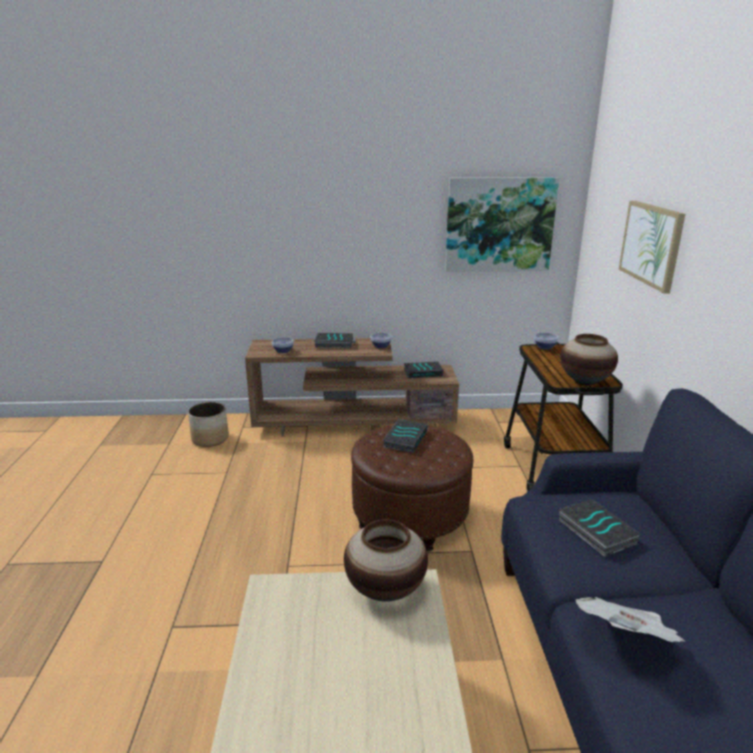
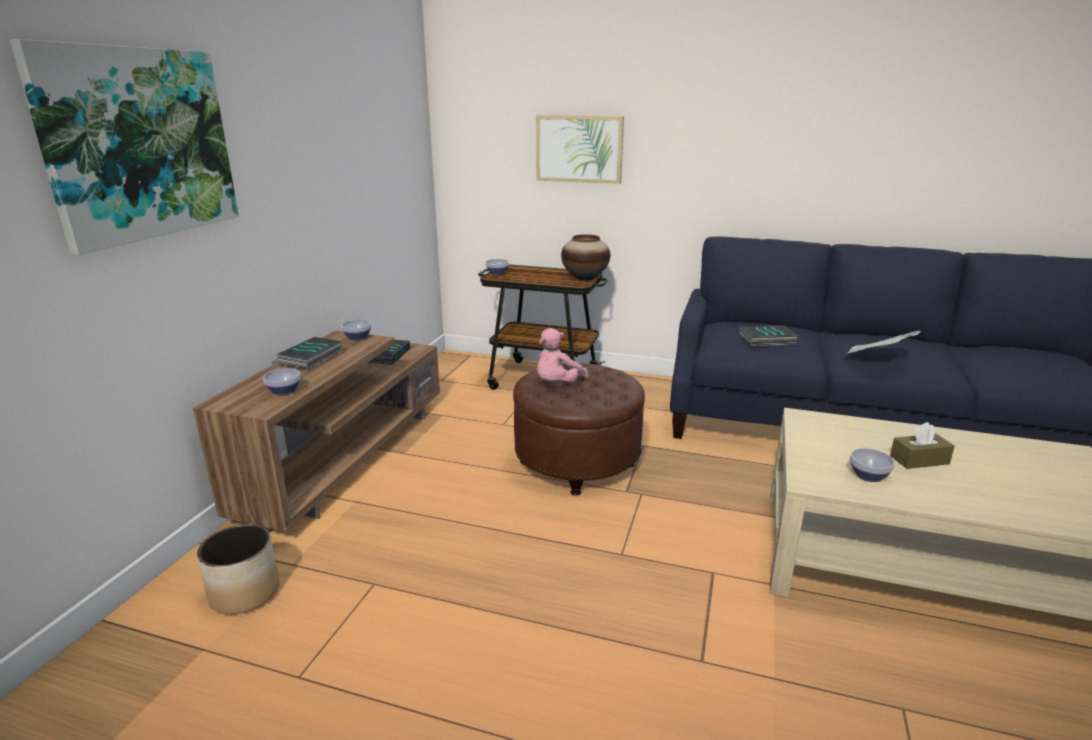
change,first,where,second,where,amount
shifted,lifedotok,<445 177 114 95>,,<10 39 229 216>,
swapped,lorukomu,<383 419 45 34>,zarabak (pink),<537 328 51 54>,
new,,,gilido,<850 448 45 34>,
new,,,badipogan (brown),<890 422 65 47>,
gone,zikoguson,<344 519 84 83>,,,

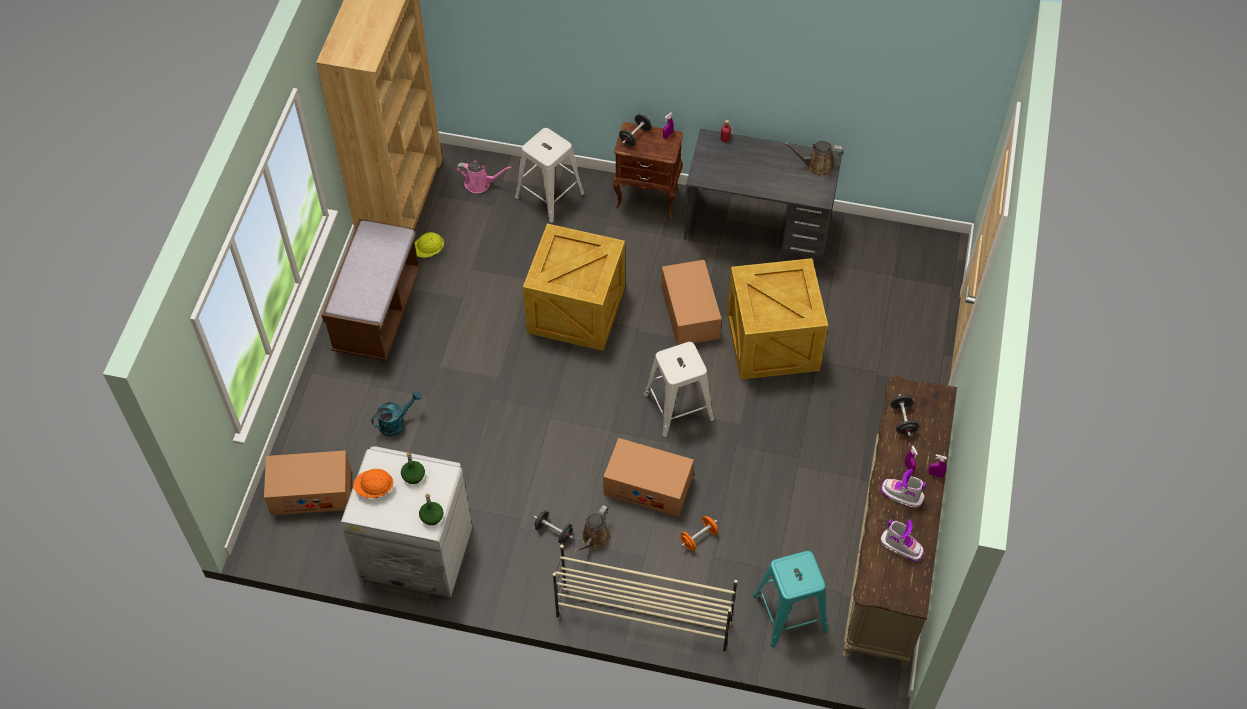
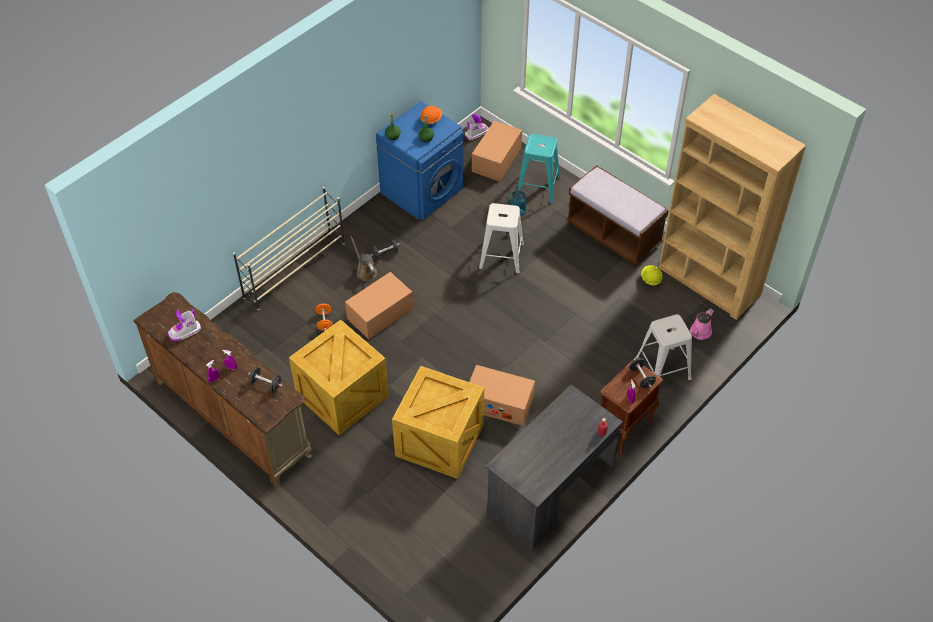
change,first,where,second,where,amount
shifted,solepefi,<523 224 102 127>,,<289 320 100 115>,
repainted,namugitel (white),<340 446 132 151>,namugitel (blue),<376 101 87 119>,
shifted,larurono,<881 469 45 39>,,<465 114 24 26>,
shifted,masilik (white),<643 342 71 96>,,<479 203 45 71>,
shifted,masilik (turquoise),<753 551 75 96>,,<518 134 42 70>,
gone,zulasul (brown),<784 141 60 35>,,,

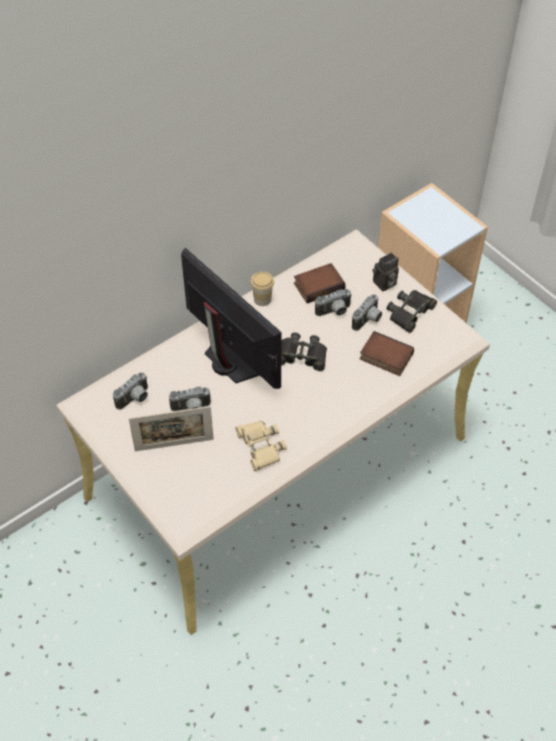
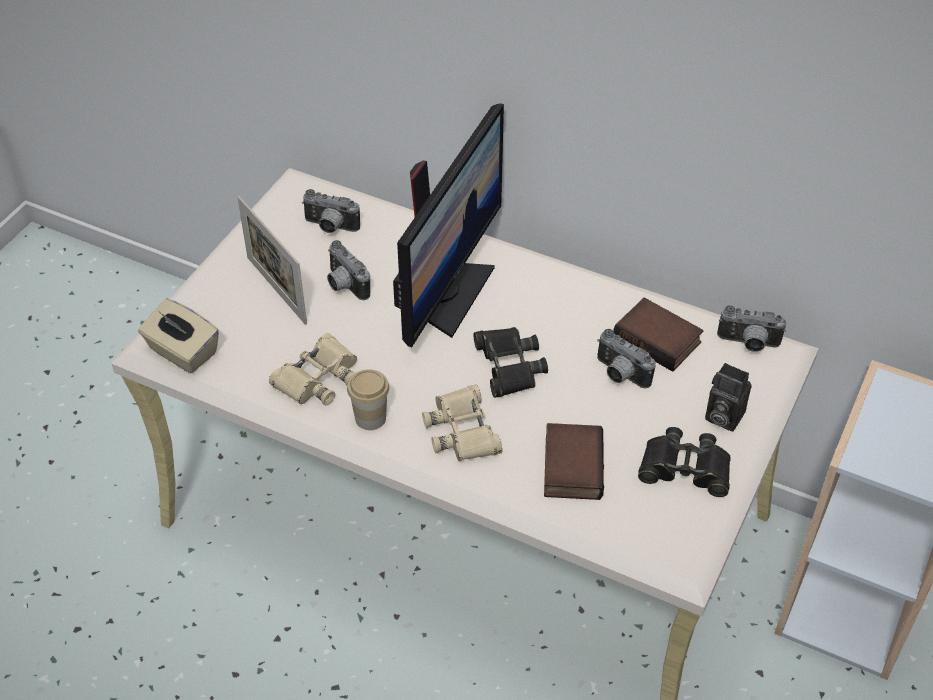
change,first,where,second,where,amount
new,,,badipogan (beige),<138 299 81 74>,
shifted,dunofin,<250 272 24 34>,,<347 369 42 61>,
new,,,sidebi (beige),<422 384 80 77>,
shifted,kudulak,<352 295 30 36>,,<717 305 69 47>,

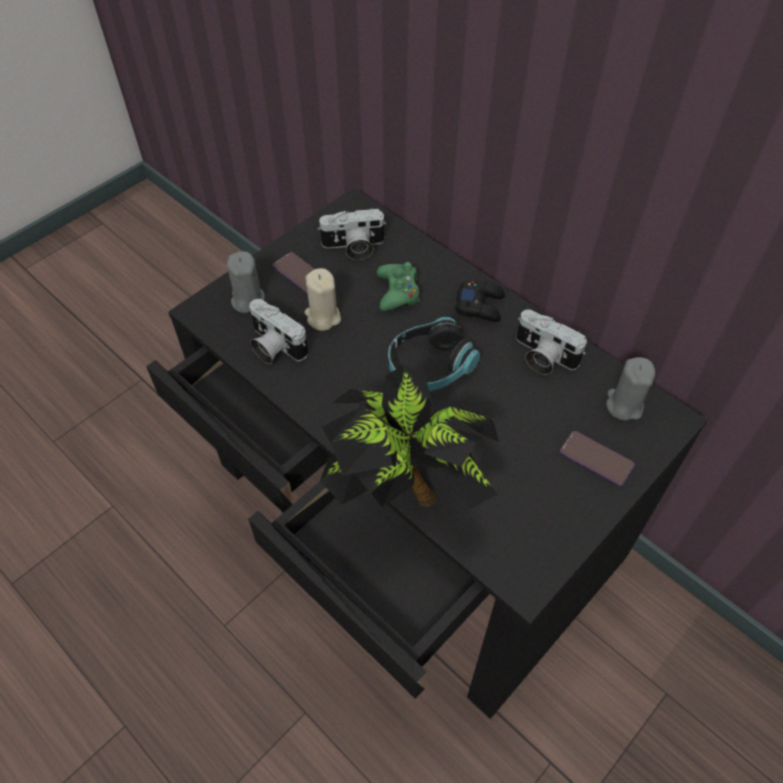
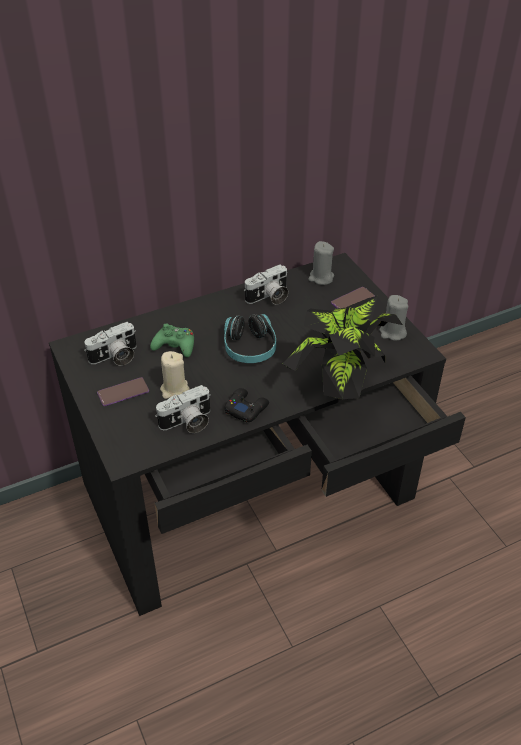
change,first,where,second,where,amount
rotated,kudulak,<317 208 69 52>,,<84 322 53 44>,45 degrees clockwise
shifted,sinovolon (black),<454 281 51 41>,,<224 388 45 35>,
shifted,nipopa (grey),<226 251 39 62>,,<380 295 28 46>,

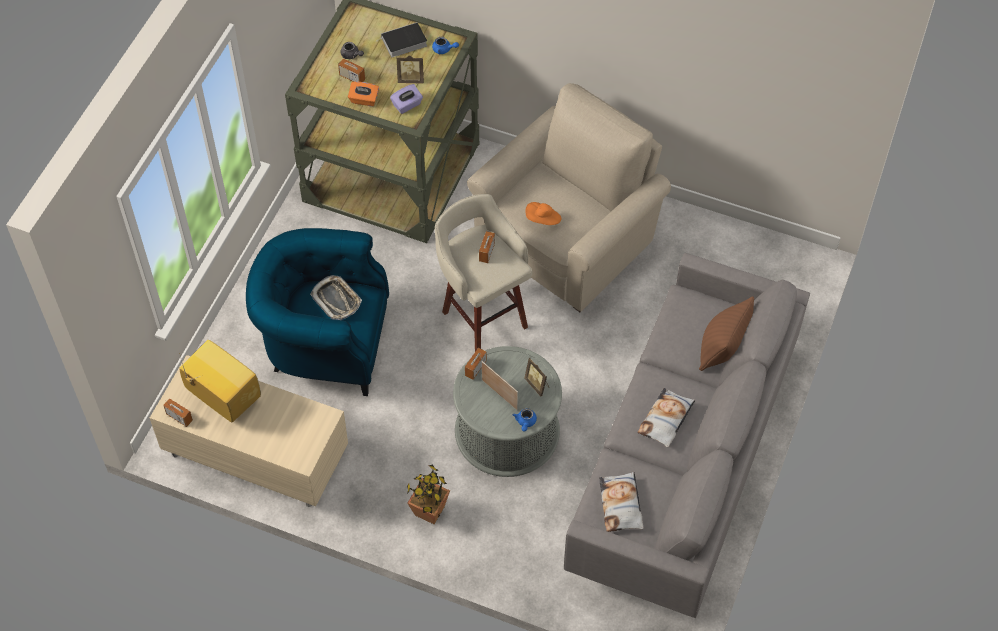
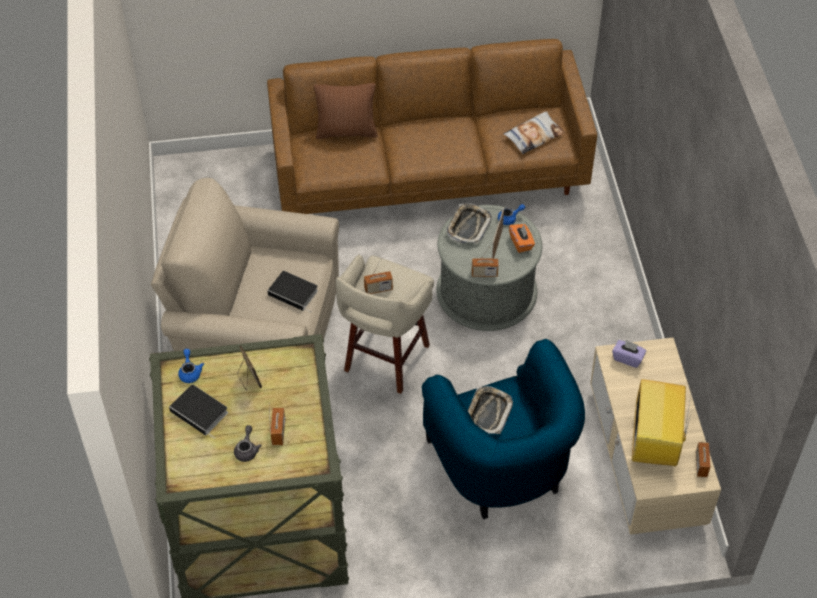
change,first,where,second,where,amount
repainted,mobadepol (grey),<564 253 246 365>,mobadepol (brown),<267 39 330 175>,
swapped,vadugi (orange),<526 202 36 23>,lorukomu,<267 271 51 41>,
swapped,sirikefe,<525 358 24 38>,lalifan,<447 203 45 40>,
shifted,badipogan (orange),<348 81 31 25>,,<509 224 26 29>,
shifted,badipogan (purple),<390 84 33 30>,,<612 340 34 28>,
gone,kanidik,<407 464 43 60>,,,
gone,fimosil,<637 388 58 59>,,,

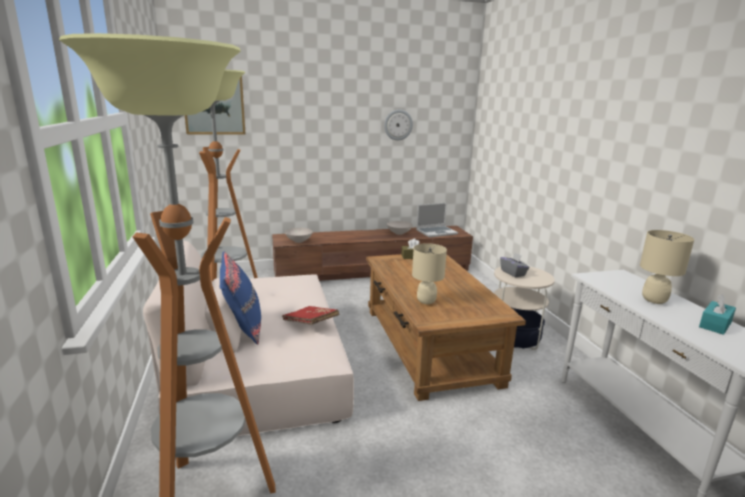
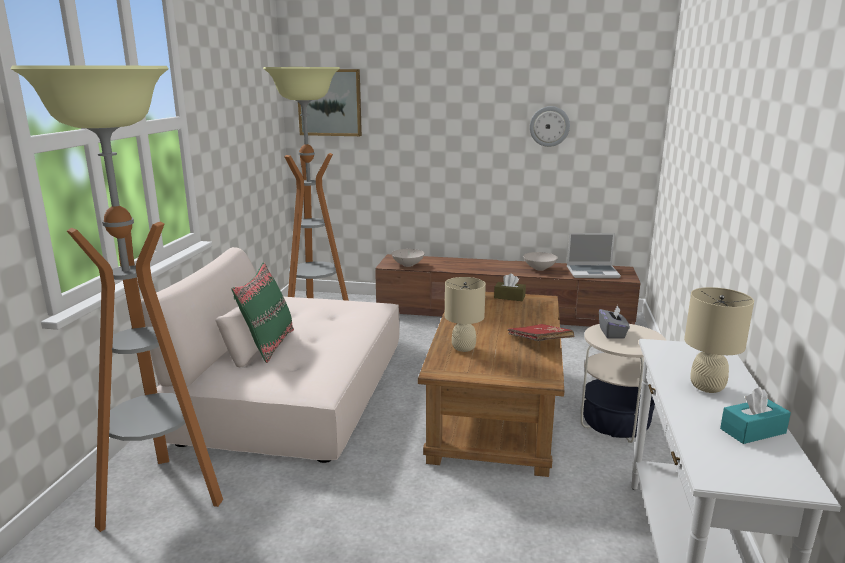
change,first,where,second,where,amount
repainted,fimosil (blue),<220 251 41 94>,fimosil (green),<231 262 63 101>,
shifted,lorukomu (red),<282 306 57 19>,,<508 324 66 17>,

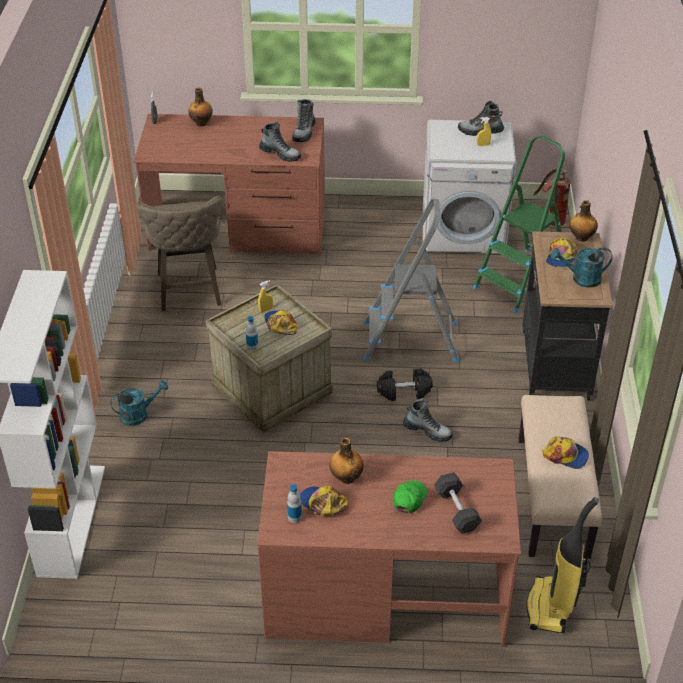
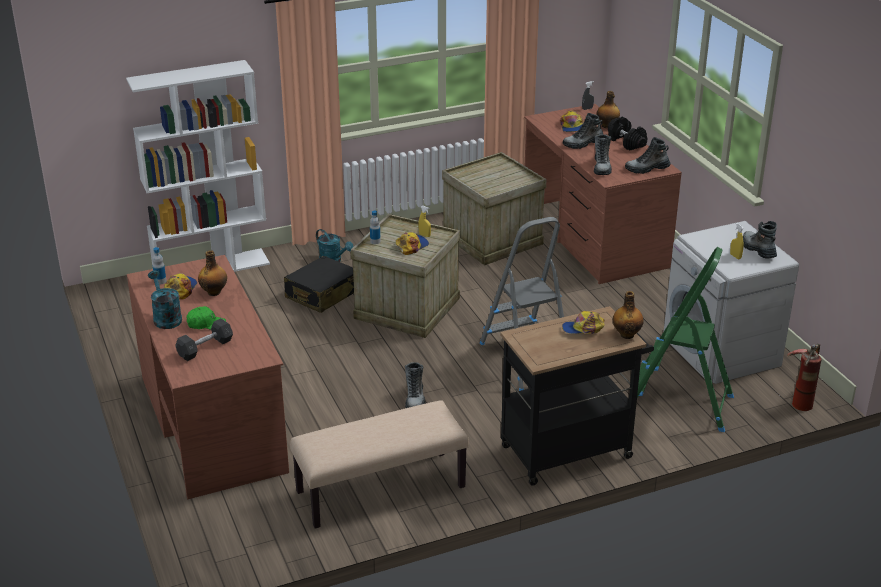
change,first,where,second,where,amount
shifted,zulasul (turquoise),<551 248 62 40>,,<148 270 34 59>,
new,,,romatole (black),<284 256 70 57>,
swapped,masilik (beige),<136 196 88 116>,solepefi,<442 152 105 113>,
shifted,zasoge,<543 436 46 33>,,<560 111 24 21>,
new,,,larurono,<563 113 41 36>,
shifted,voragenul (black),<377 368 56 33>,,<608 117 39 33>,
gone,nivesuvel,<527 497 72 136>,,,

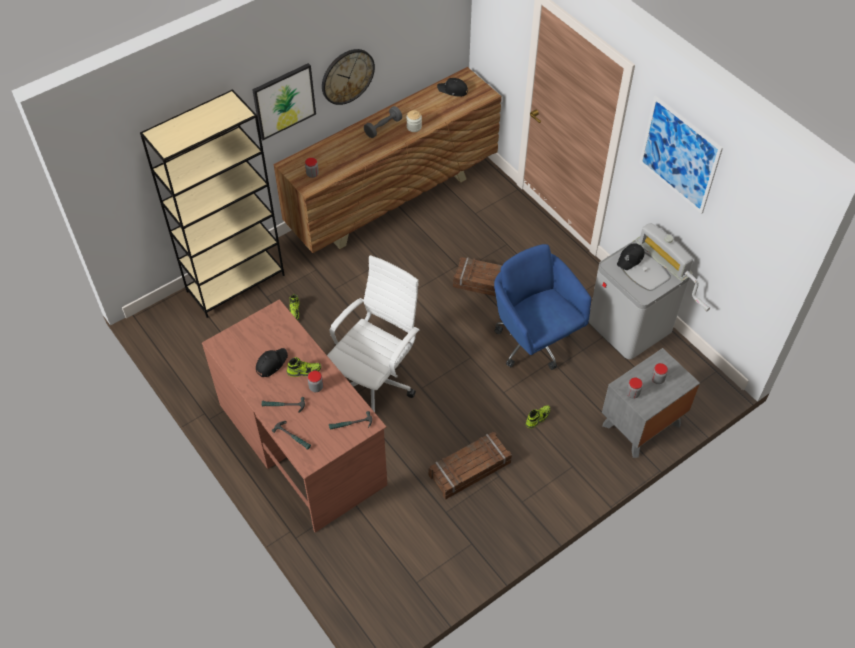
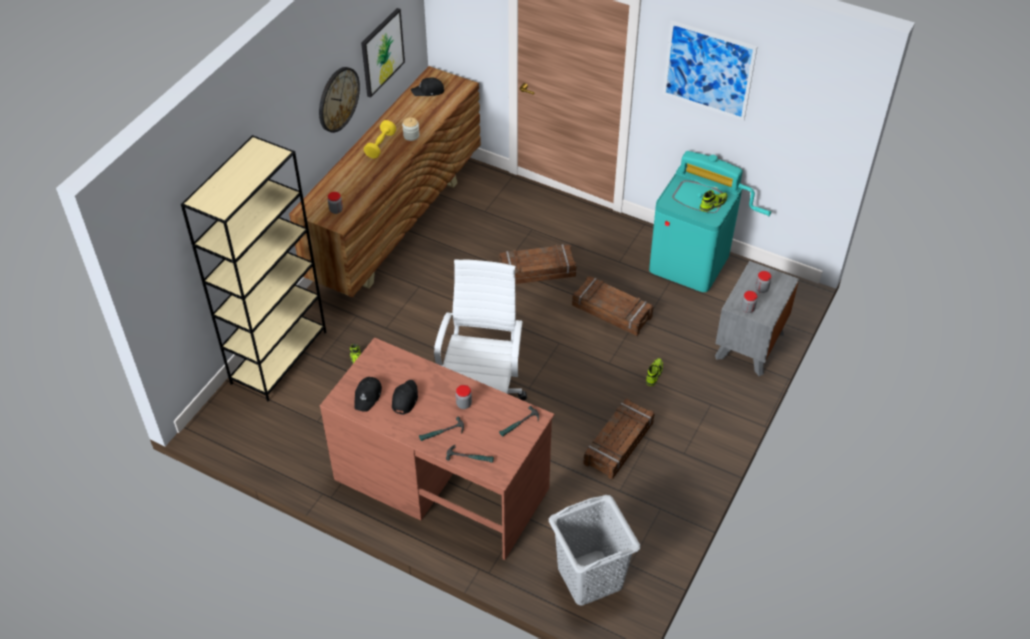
change,first,where,second,where,amount
shifted,zasoge (black),<617 243 28 27>,,<354 377 28 35>,
shifted,lifedotok,<252 63 64 77>,,<361 8 44 90>,
repainted,voragenul (grey),<364 106 38 32>,voragenul (yellow),<364 120 32 39>,
new,,,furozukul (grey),<549 495 91 110>,
swapped,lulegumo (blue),<494 244 97 126>,solepefi,<572 276 81 60>,
repainted,namugitel (grey),<589 223 121 136>,namugitel (turquoise),<649 151 122 141>,
shifted,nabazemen,<287 357 34 20>,,<700 190 28 22>,

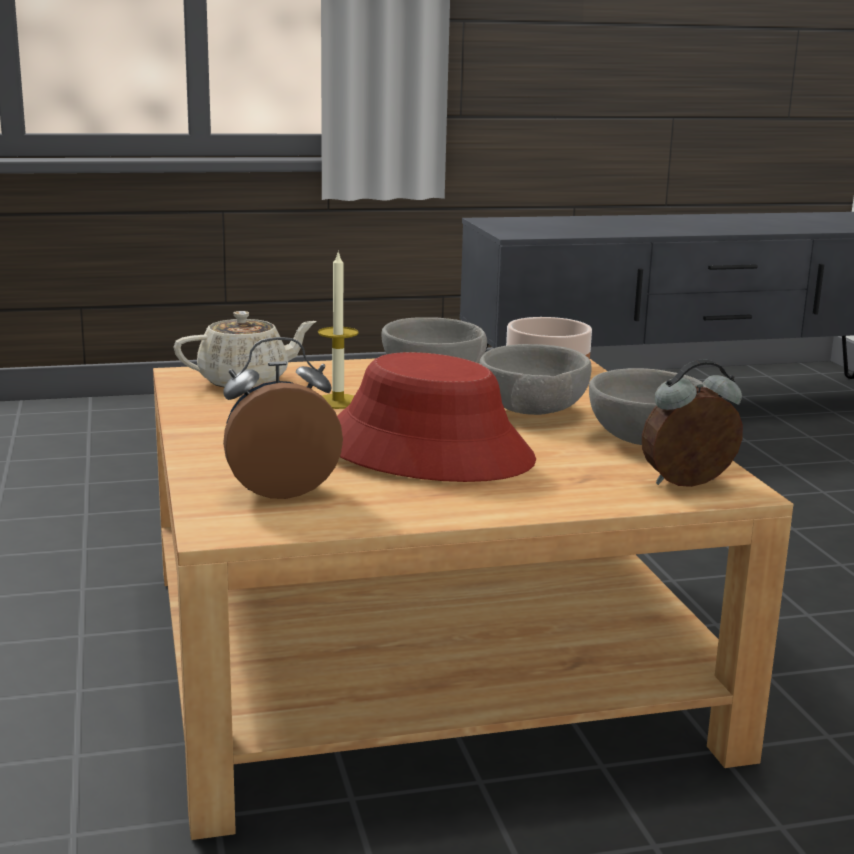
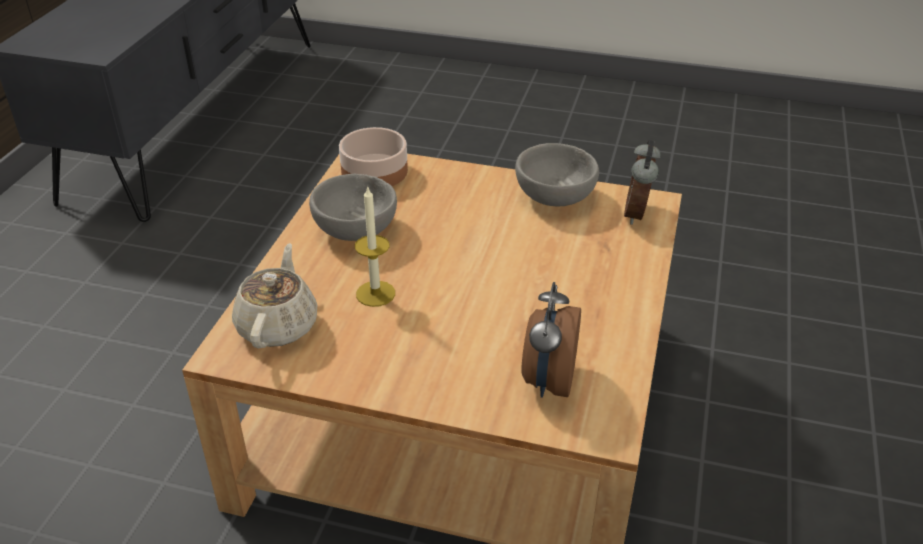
change,first,where,second,where,amount
gone,vadugi (red),<337 352 199 130>,,,
gone,gilido (grey),<479 344 113 71>,,,

